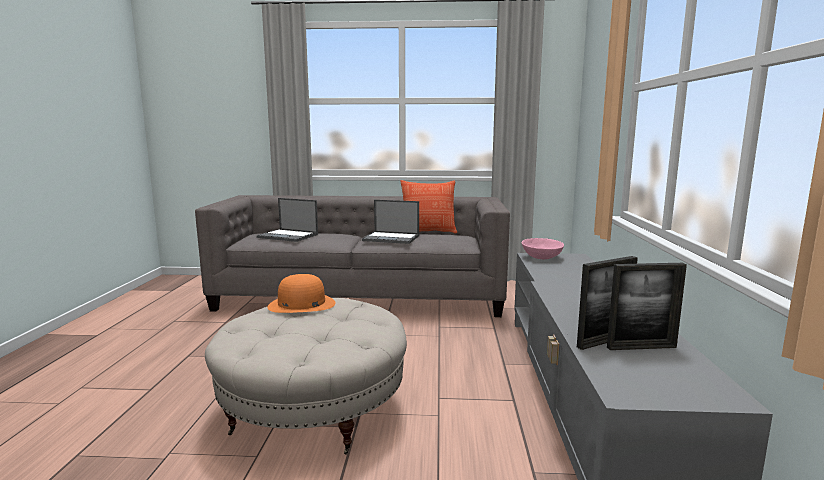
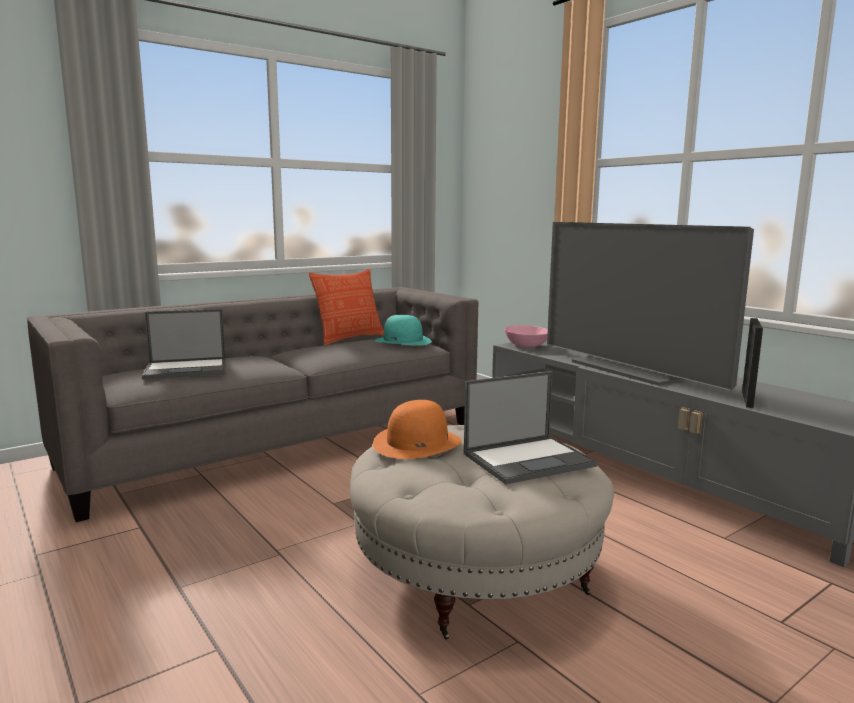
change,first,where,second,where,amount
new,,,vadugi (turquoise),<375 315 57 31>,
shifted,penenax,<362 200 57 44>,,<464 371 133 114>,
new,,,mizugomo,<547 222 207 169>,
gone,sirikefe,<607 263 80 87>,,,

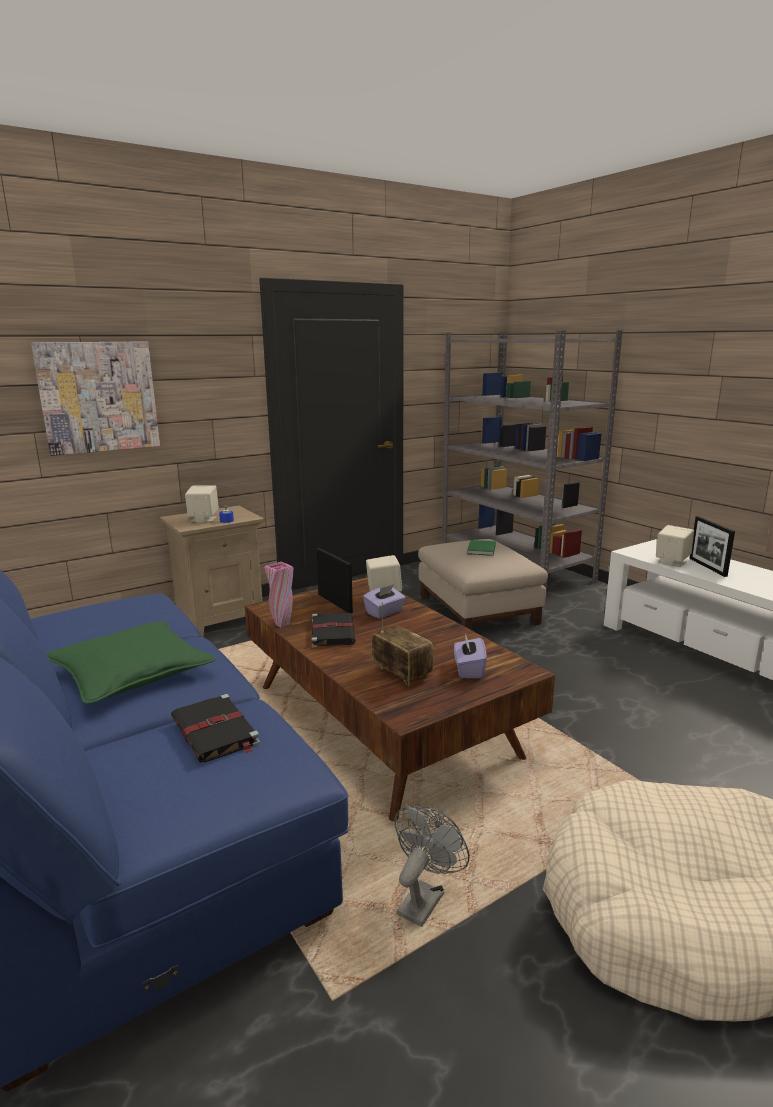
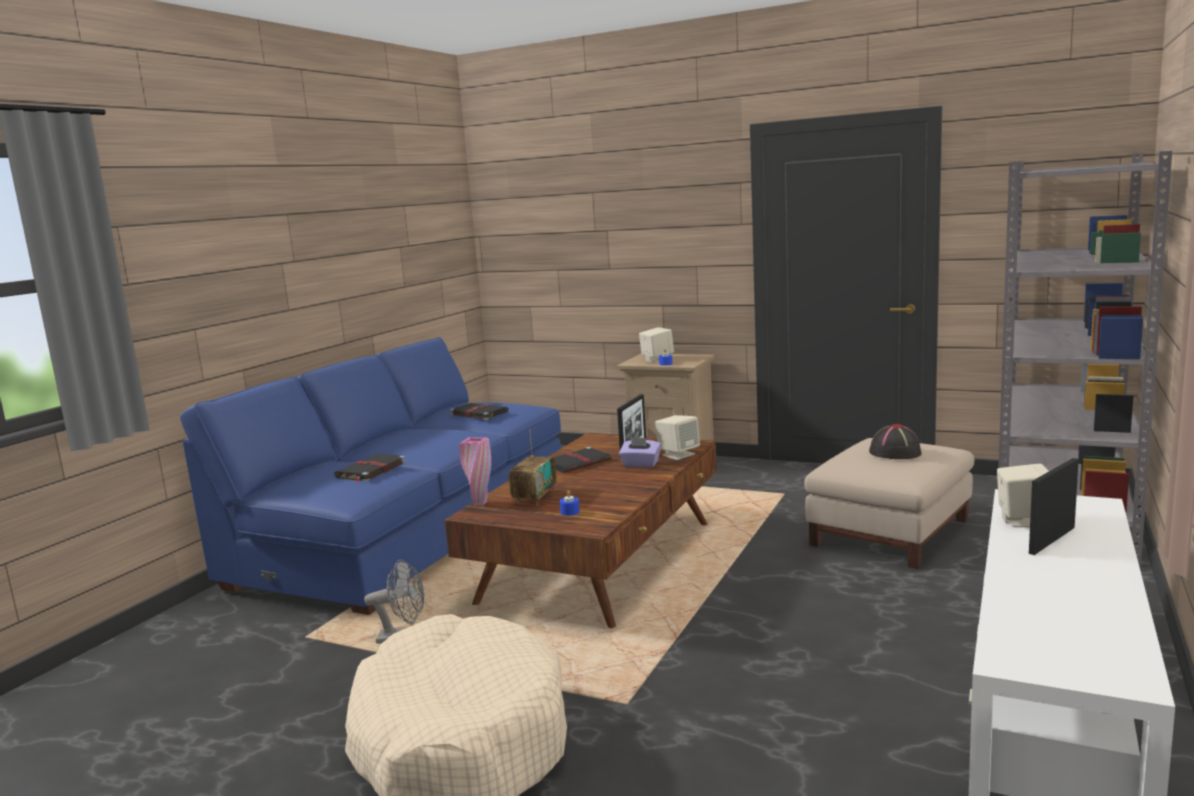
change,first,where,second,where,amount
new,,,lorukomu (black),<450 403 58 17>,
shifted,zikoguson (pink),<264 562 29 65>,,<459 437 32 69>,
swapped,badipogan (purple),<454 633 33 45>,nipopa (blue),<560 490 20 26>,
swapped,lorukomu (green),<467 540 29 16>,vadugi (black),<869 424 53 35>,
gone,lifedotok,<31 341 129 115>,,,
gone,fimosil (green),<46 621 170 83>,,,

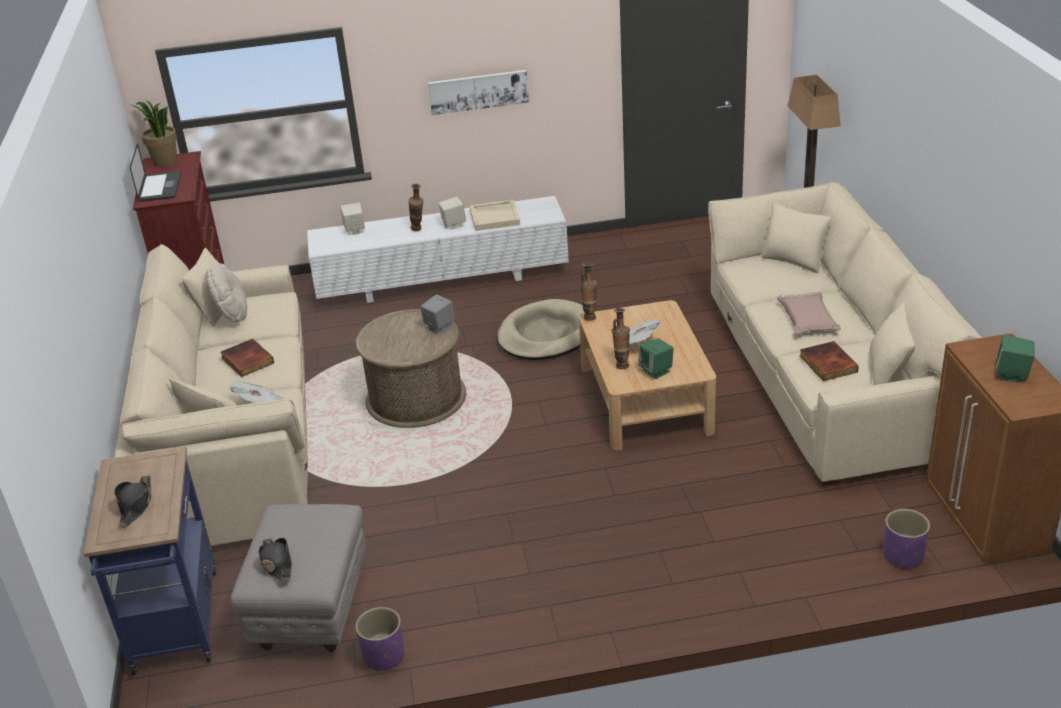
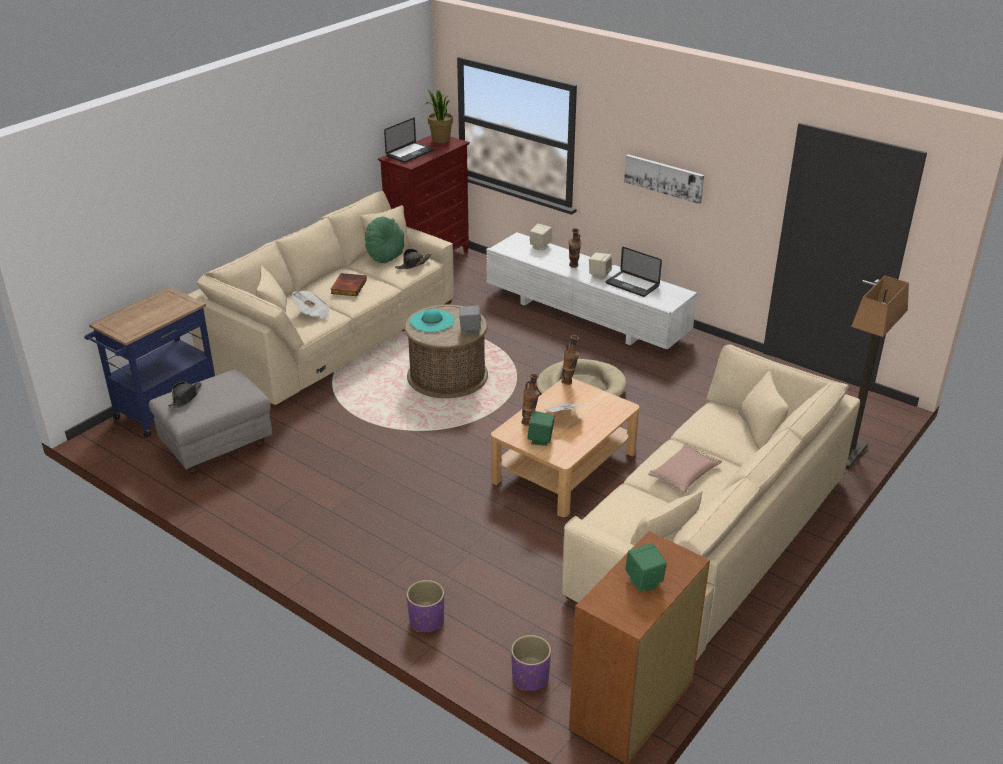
change,first,where,second,where,amount
repainted,fimosil (beige),<206 263 41 59>,fimosil (green),<365 217 39 46>,
shifted,vadugi (black),<114 475 37 53>,,<395 249 36 20>,
shifted,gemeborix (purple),<355 607 49 64>,,<407 580 37 52>,
new,,,vadugi (turquoise),<410 309 45 23>,
swapped,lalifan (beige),<470 200 50 31>,penenax,<606 247 56 50>,
gone,lorukomu,<800 341 59 40>,,,

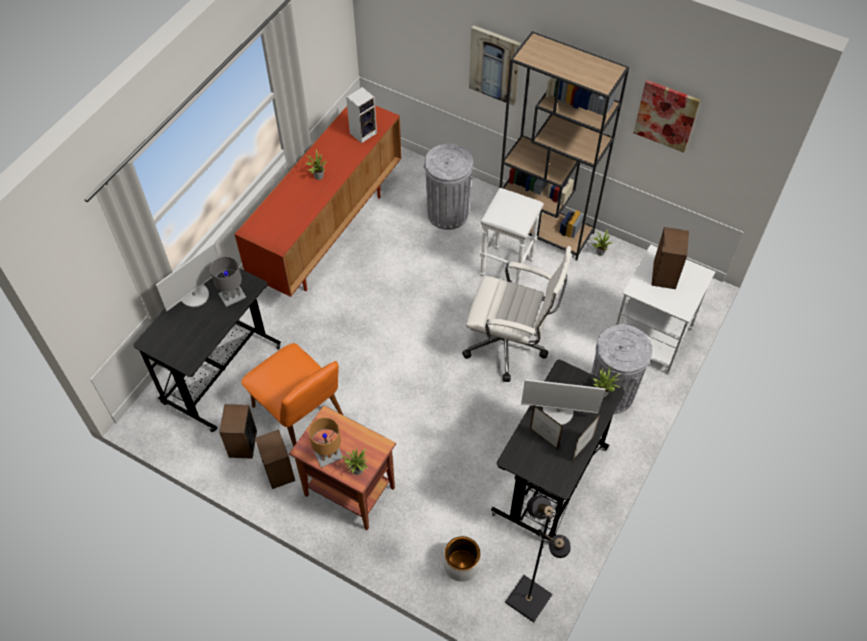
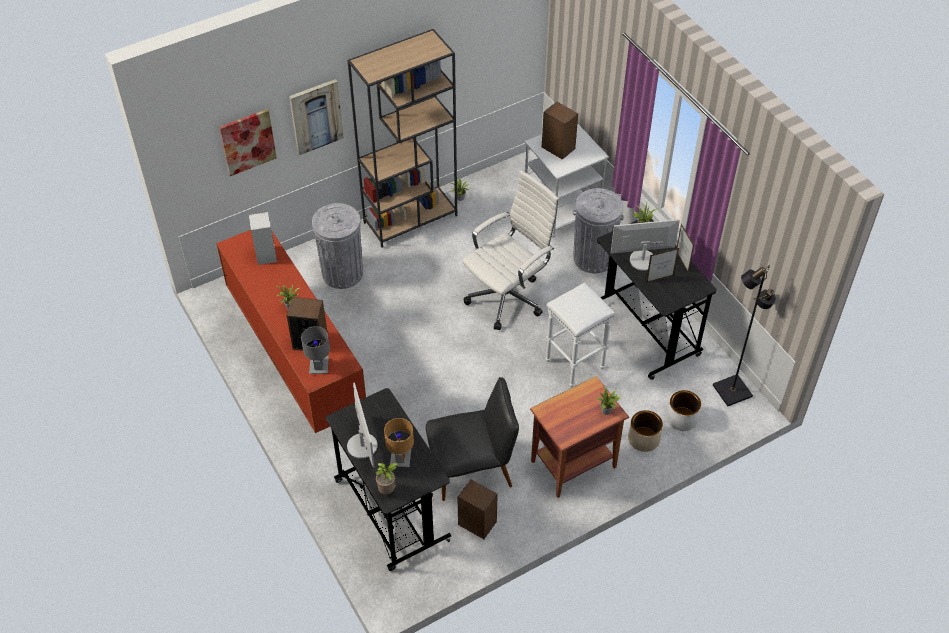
change,first,where,second,where,amount
shifted,lifedotok,<634 80 66 73>,,<219 109 58 67>,
shifted,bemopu,<255 429 40 60>,,<287 297 41 54>,
shifted,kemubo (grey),<210 256 36 51>,,<301 326 29 48>,
new,,,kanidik,<375 463 23 31>,
shifted,kemubo (brown),<308 417 35 51>,,<384 418 30 49>,
repainted,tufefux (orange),<241 343 102 104>,tufefux (black),<426 377 93 124>,
shifted,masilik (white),<480 188 64 97>,,<546 283 69 104>,
rotated,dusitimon,<521 379 84 46>,,<611 219 69 52>,135 degrees counterclockwise
new,,,gemeborix (beige),<628 410 35 42>,

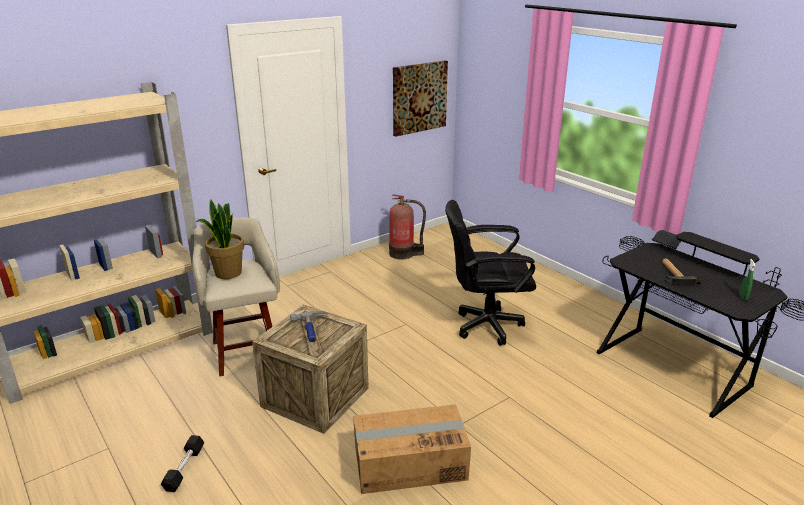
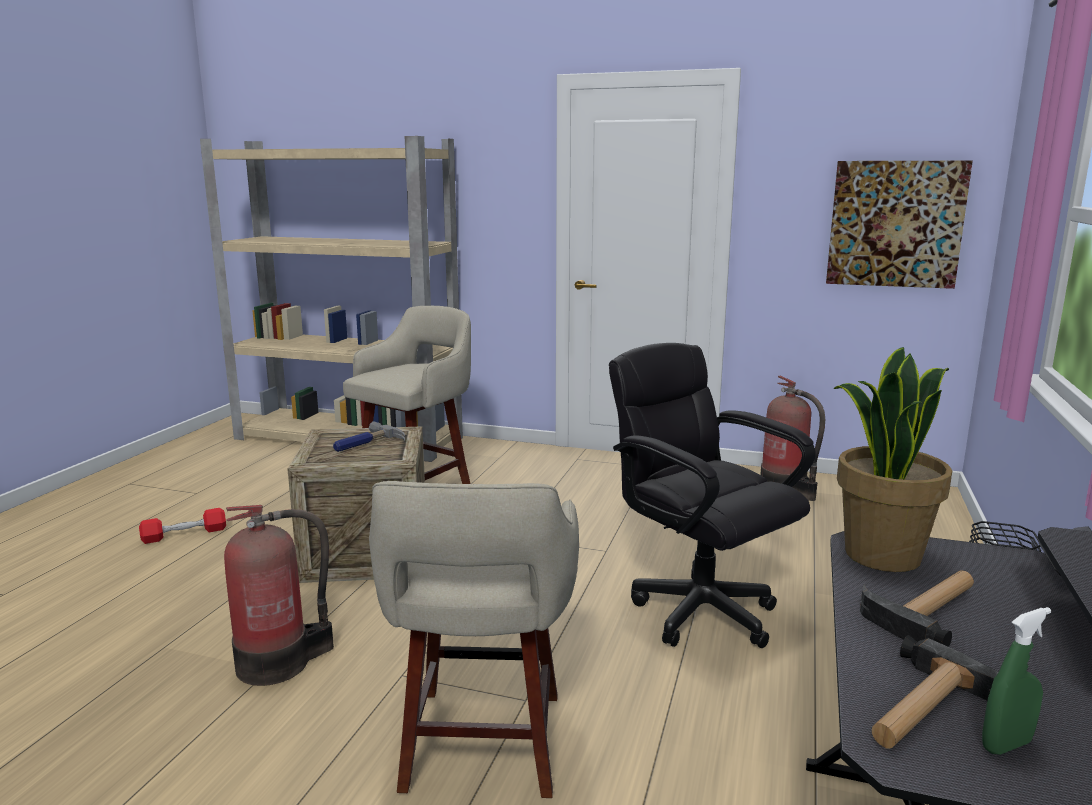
change,first,where,second,where,amount
repainted,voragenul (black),<161 435 43 57>,voragenul (red),<139 508 87 36>,
swapped,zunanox,<353 404 118 90>,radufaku,<224 505 110 181>,
new,,,masilik (beige),<369 481 210 317>,
shifted,kanidik,<196 199 48 80>,,<834 347 119 225>,
new,,,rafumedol,<872 635 127 114>,

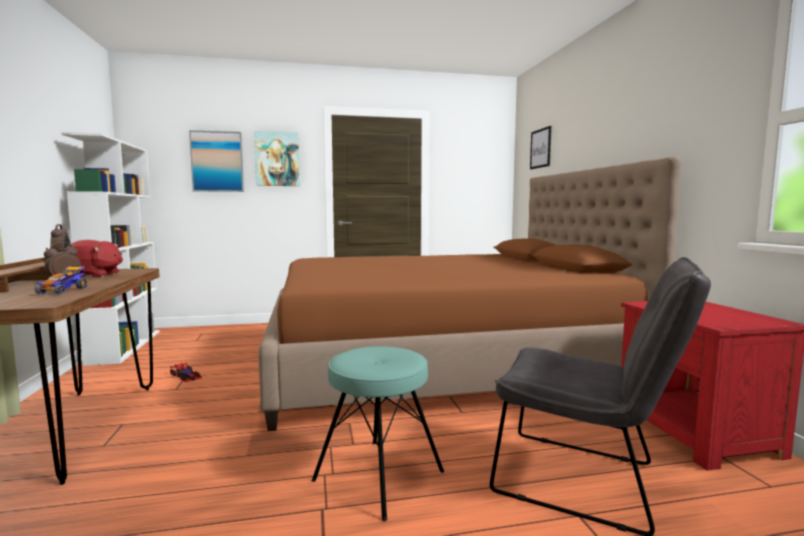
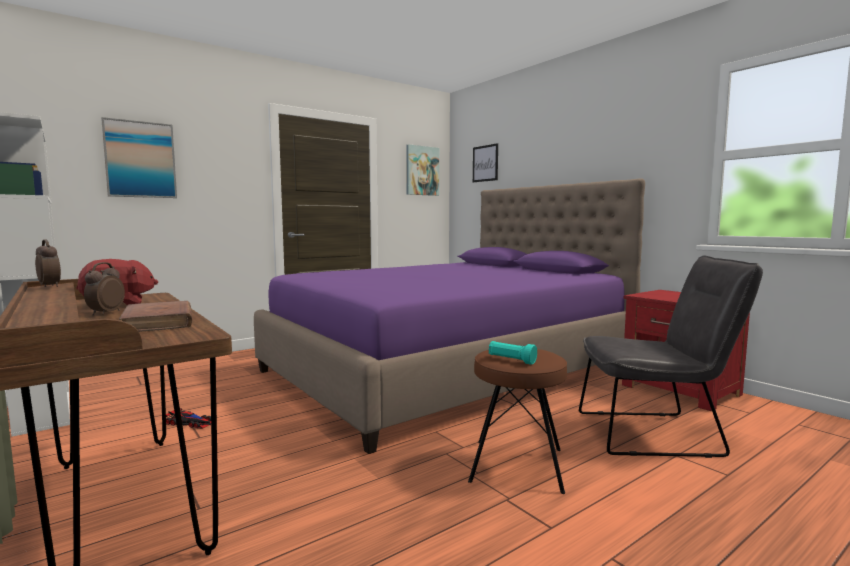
change,first,where,second,where,amount
swapped,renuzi,<34 266 53 28>,lorukomu (brown),<119 301 73 31>,
repainted,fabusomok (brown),<258 156 423 275>,fabusomok (purple),<254 178 391 276>,
shifted,lifedotok,<254 131 46 55>,,<406 144 33 52>,
repainted,masilik (turquoise),<312 346 132 175>,masilik (brown),<468 349 99 145>,
new,,,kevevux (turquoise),<489 341 48 24>,

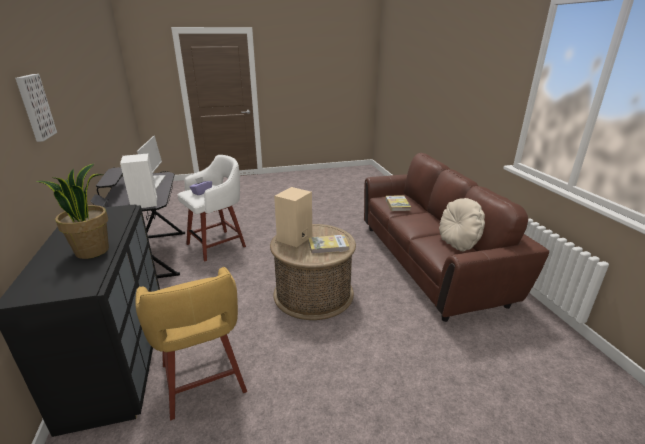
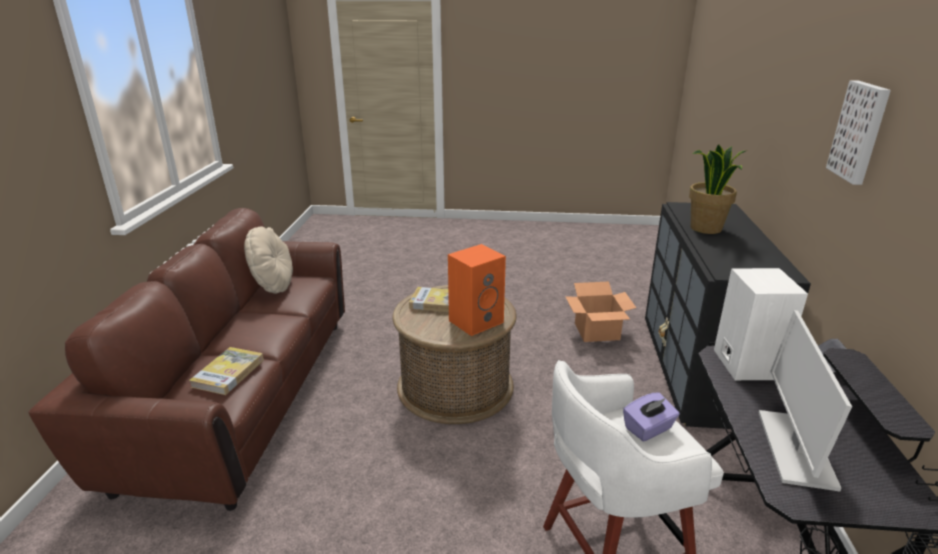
change,first,where,second,where,amount
repainted,bemopu (beige),<274 187 38 60>,bemopu (orange),<448 244 58 92>,
swapped,masilik (yellow),<135 267 112 153>,zunanox,<565 281 71 61>,

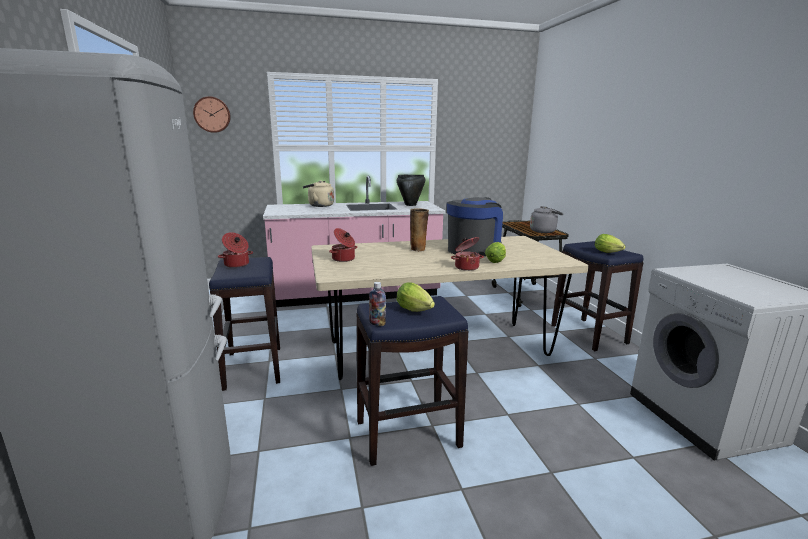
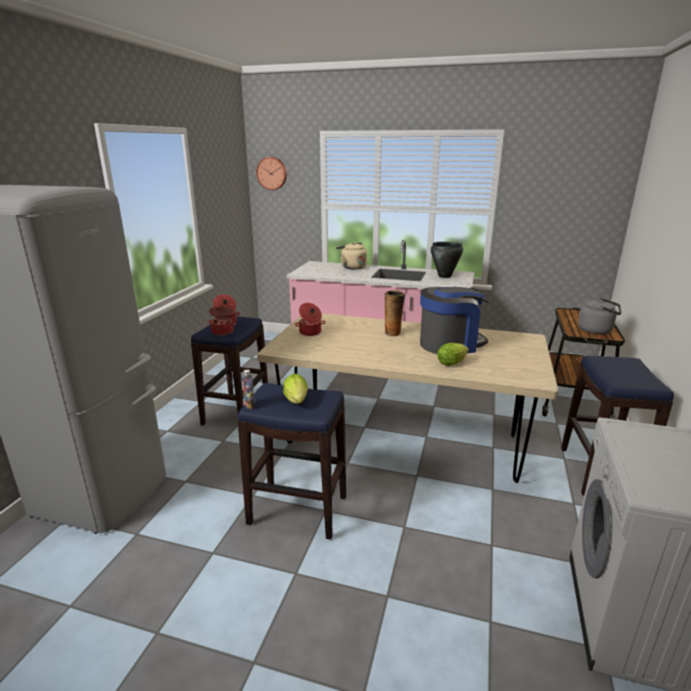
change,first,where,second,where,amount
shifted,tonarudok,<451 237 33 34>,,<208 306 28 30>,
gone,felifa,<595 234 31 19>,,,

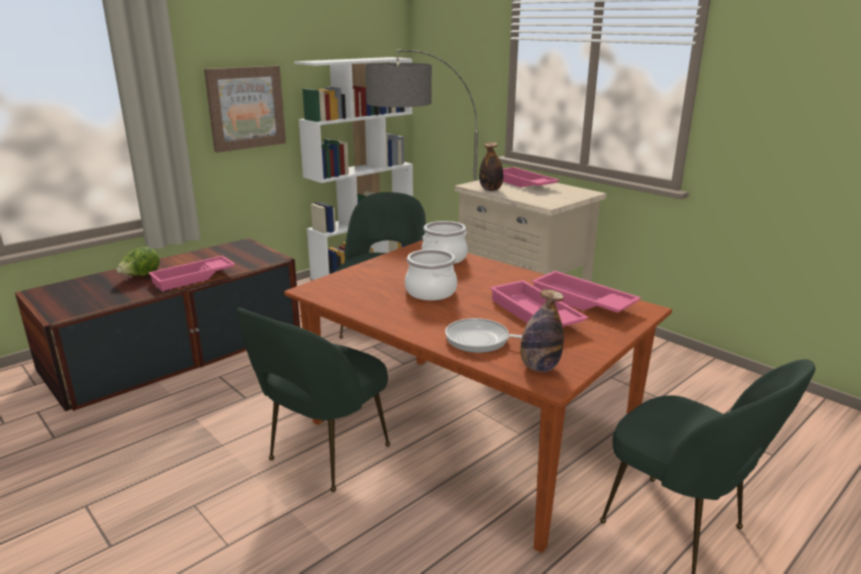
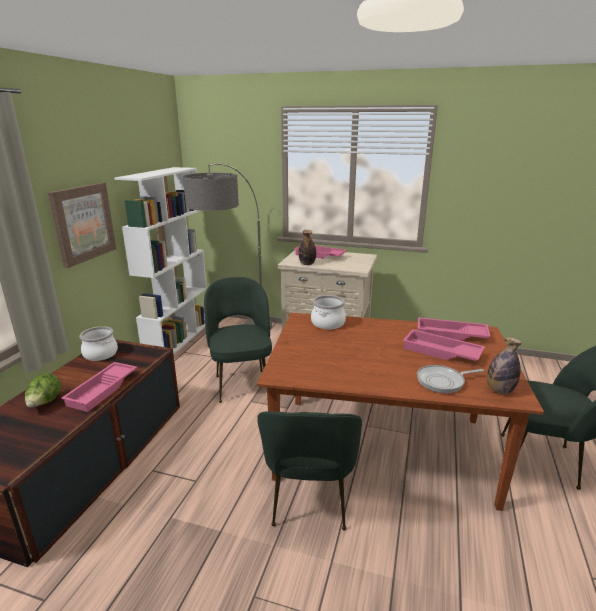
change,first,where,second,where,amount
shifted,tonarudok,<405 249 52 51>,,<80 326 38 35>,

